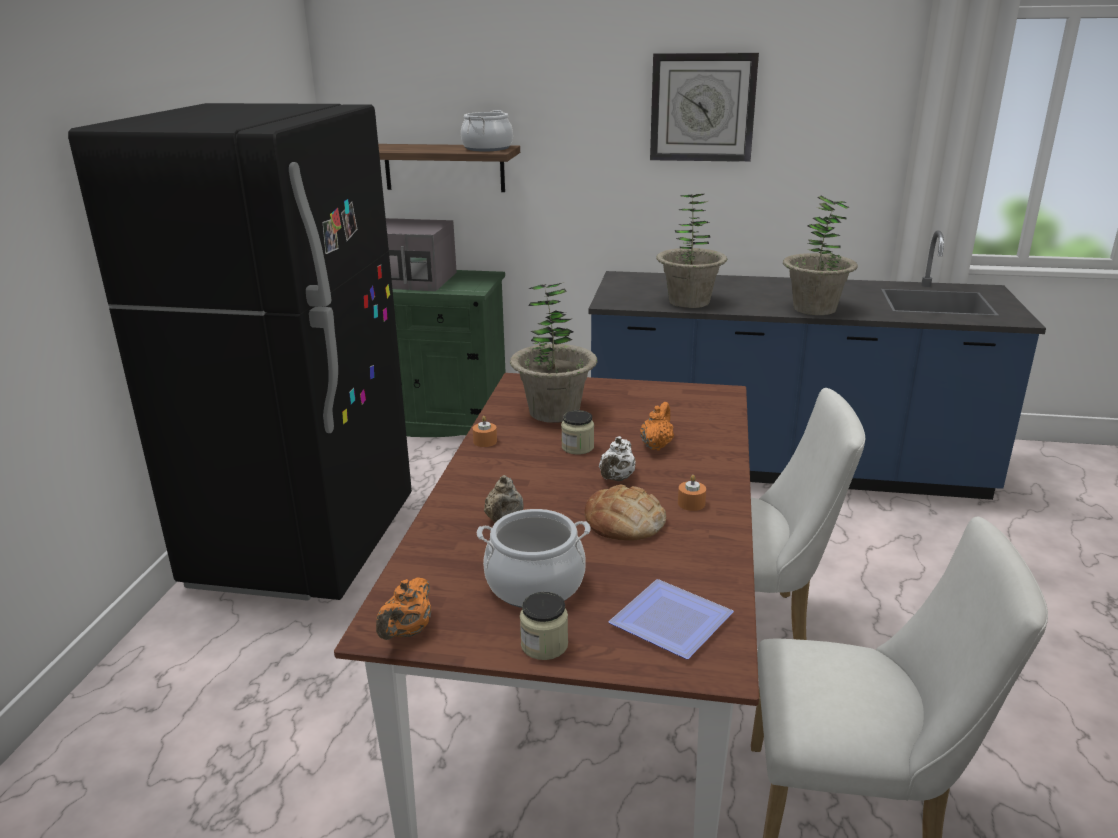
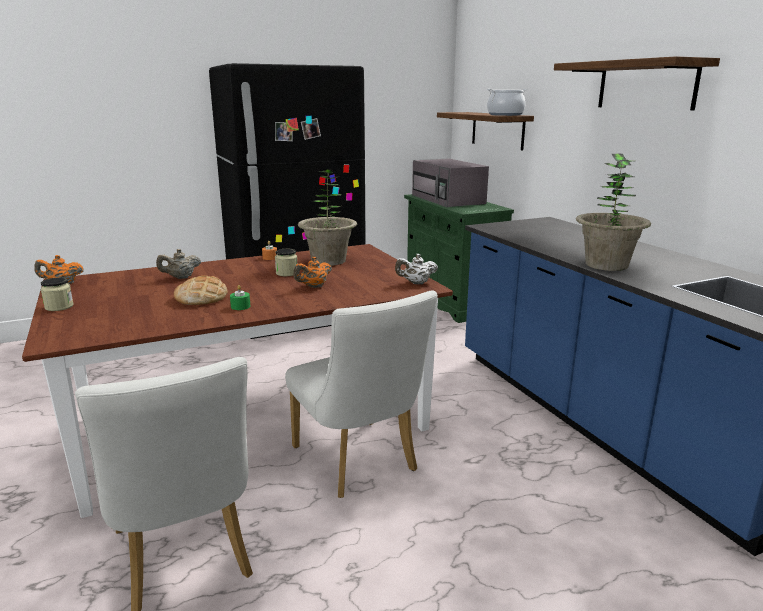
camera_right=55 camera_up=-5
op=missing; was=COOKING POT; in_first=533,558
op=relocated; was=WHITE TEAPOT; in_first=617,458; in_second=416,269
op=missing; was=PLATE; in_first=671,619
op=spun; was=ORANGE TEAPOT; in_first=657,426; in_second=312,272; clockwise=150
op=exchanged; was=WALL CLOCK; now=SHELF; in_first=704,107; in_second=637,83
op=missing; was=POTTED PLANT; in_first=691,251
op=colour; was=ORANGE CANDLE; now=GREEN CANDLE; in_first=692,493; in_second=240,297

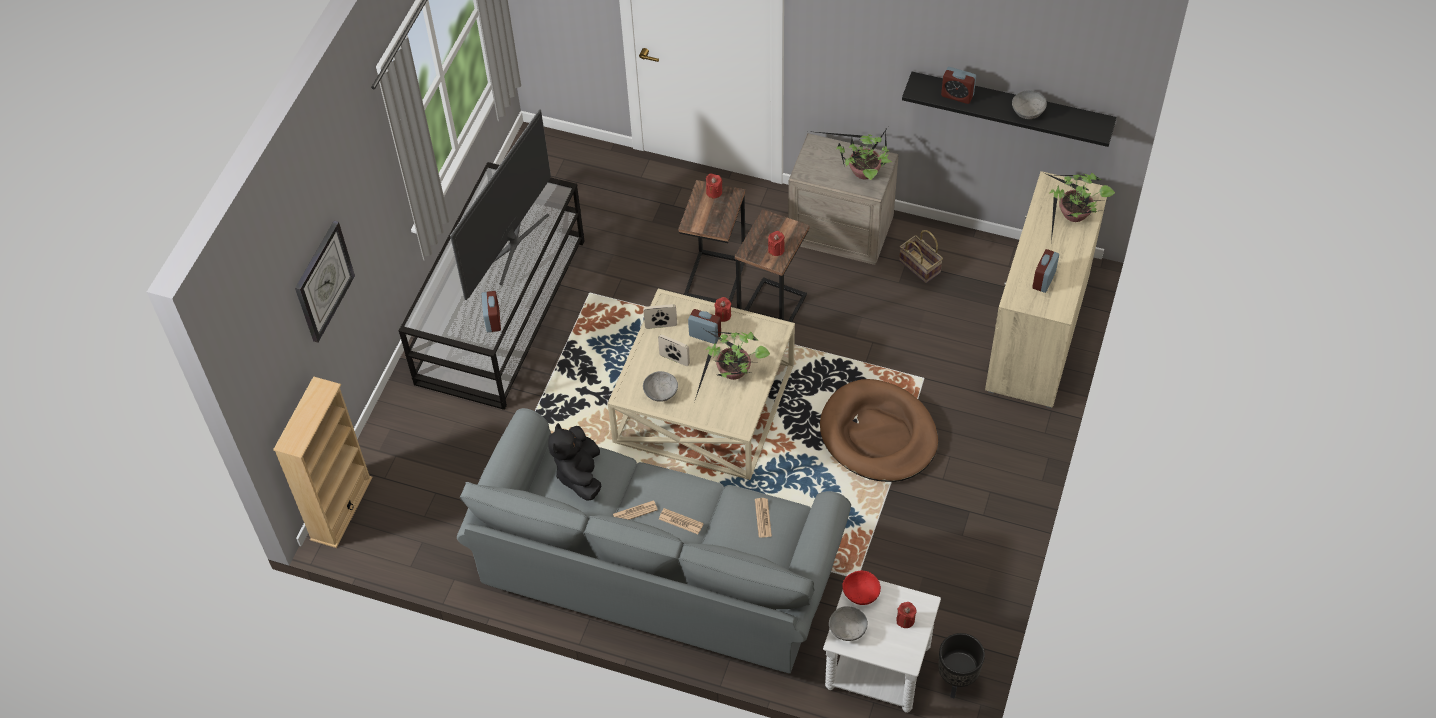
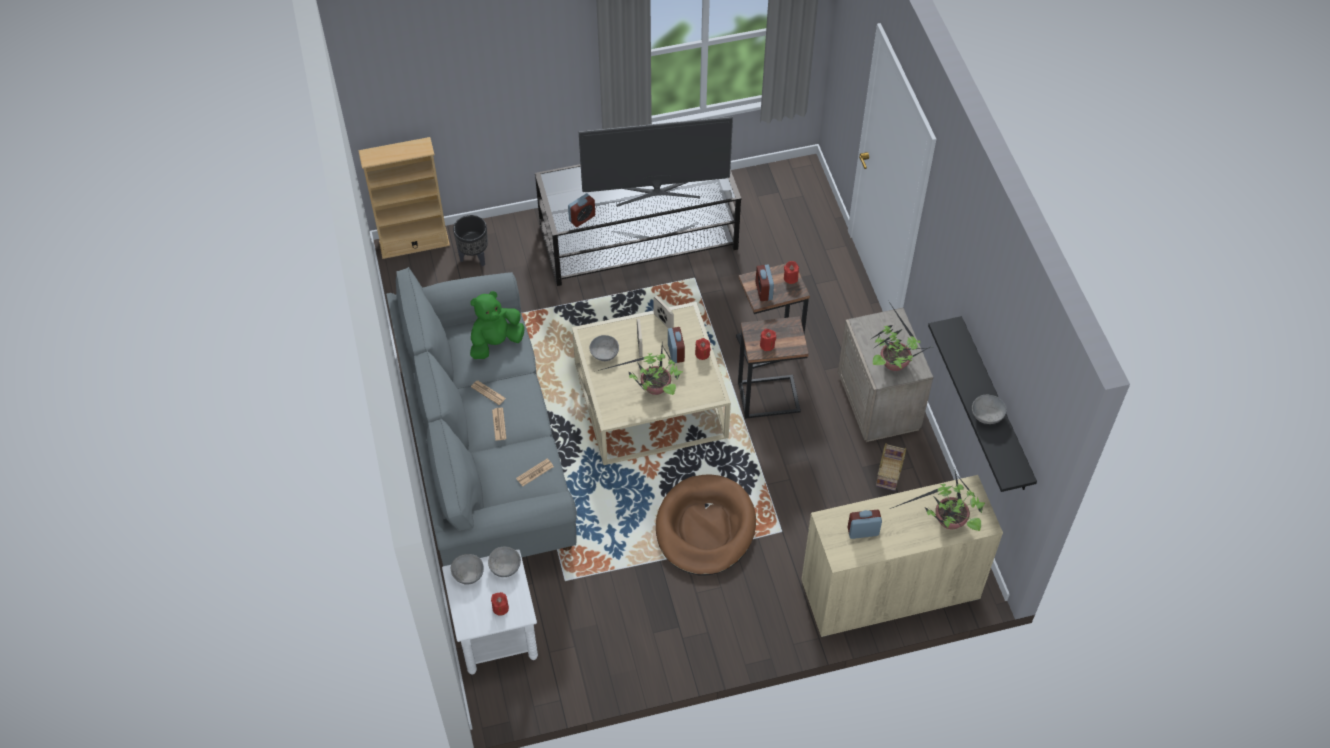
camera_right=55 camera_up=0
op=missing; was=WALL CLOCK; in_first=325,281
op=colour; was=BLACK PLUSH TOY; now=GREEN PLUSH TOY; in_first=574,462; in_second=497,325
op=colour; was=RED BOWL; now=GREY BOWL; in_first=861,588; in_second=504,562
op=relocated; was=BLACK PLANTER; in_first=961,666; in_second=470,240
op=relocated; was=ALARM CLOCK; in_first=958,85; in_second=765,283

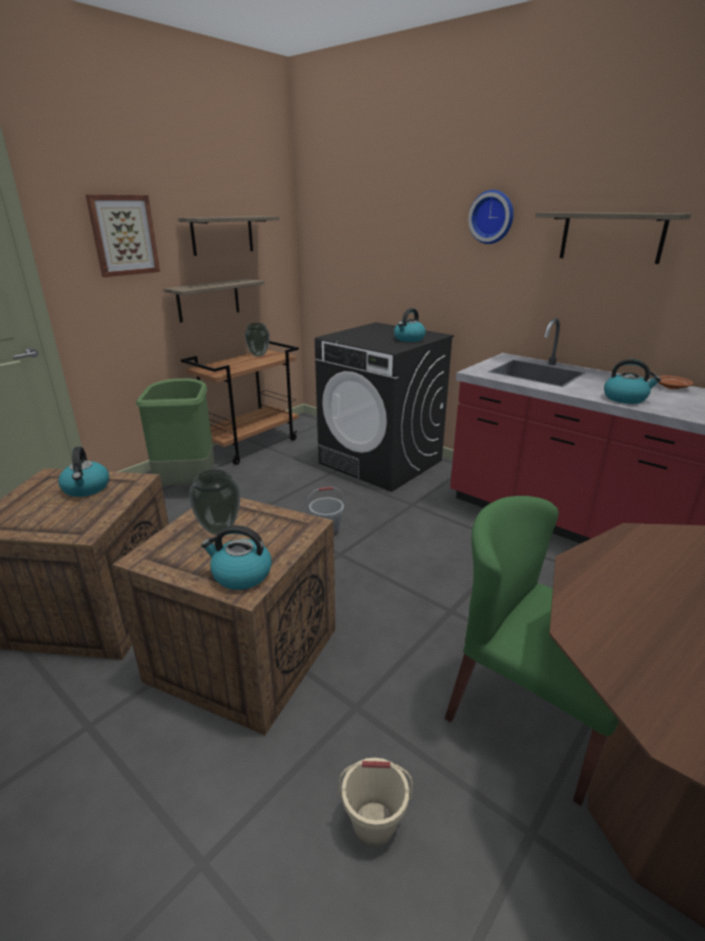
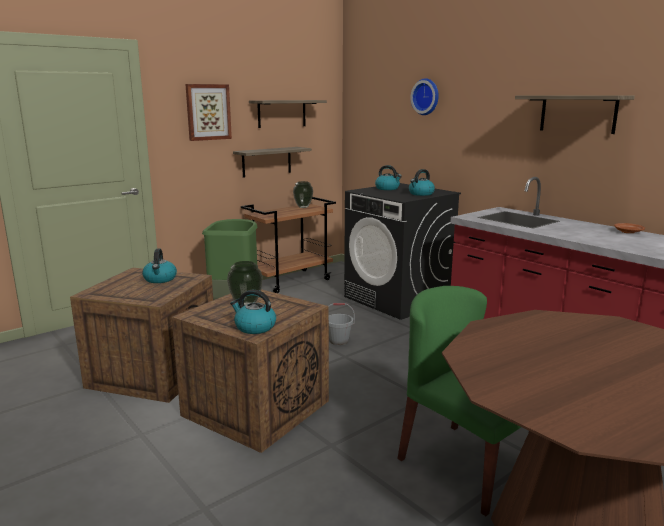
camera_right=10 camera_up=-10
op=missing; was=BEIGE BUCKET; in_first=375,802
op=relocated; was=WALL CLOCK; in_first=491,217; in_second=425,96
op=relocated; was=KETTLE; in_first=632,381; in_second=388,177

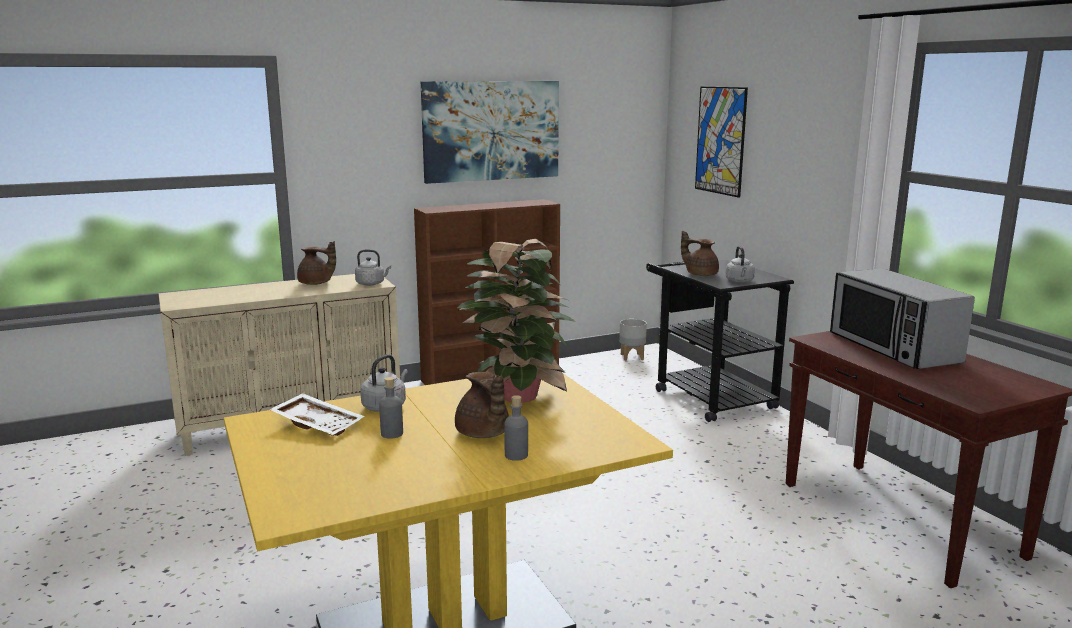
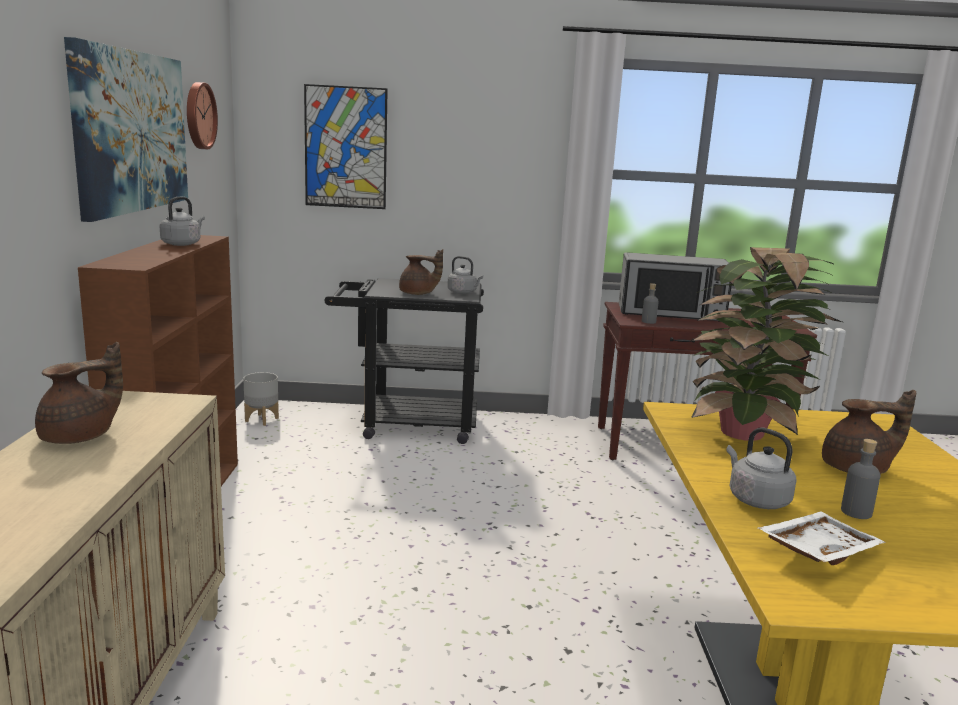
camera_right=-65 camera_up=0
op=relocated; was=GREY KETTLE; in_first=373,268; in_second=182,221
op=relocated; was=GREY BOTTLE; in_first=516,428; in_second=650,303
op=spun; was=BROWN TEAPOT; in_first=700,253; in_second=421,272; clockwise=-135
op=appeared; now=WALL CLOCK; in_second=202,115

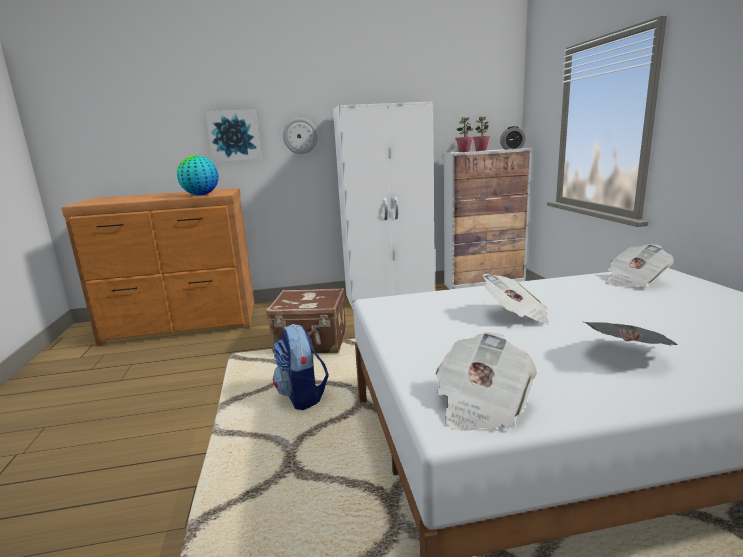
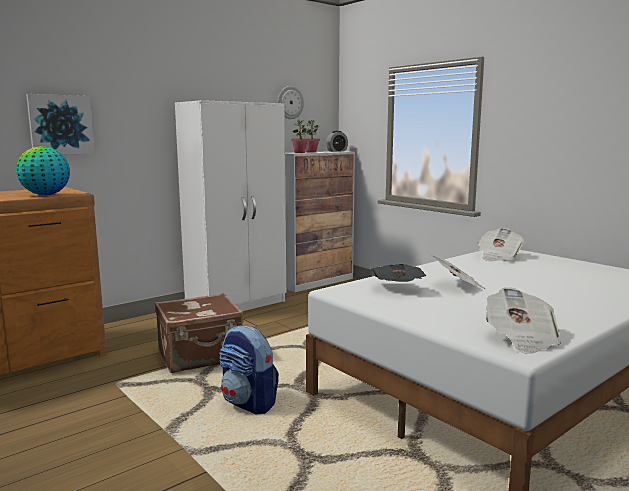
camera_right=-30 camera_up=-5
op=relocated; was=WALL CLOCK; in_first=300,136; in_second=291,102
op=relocated; was=NEWSPAPER; in_first=631,334; in_second=398,273

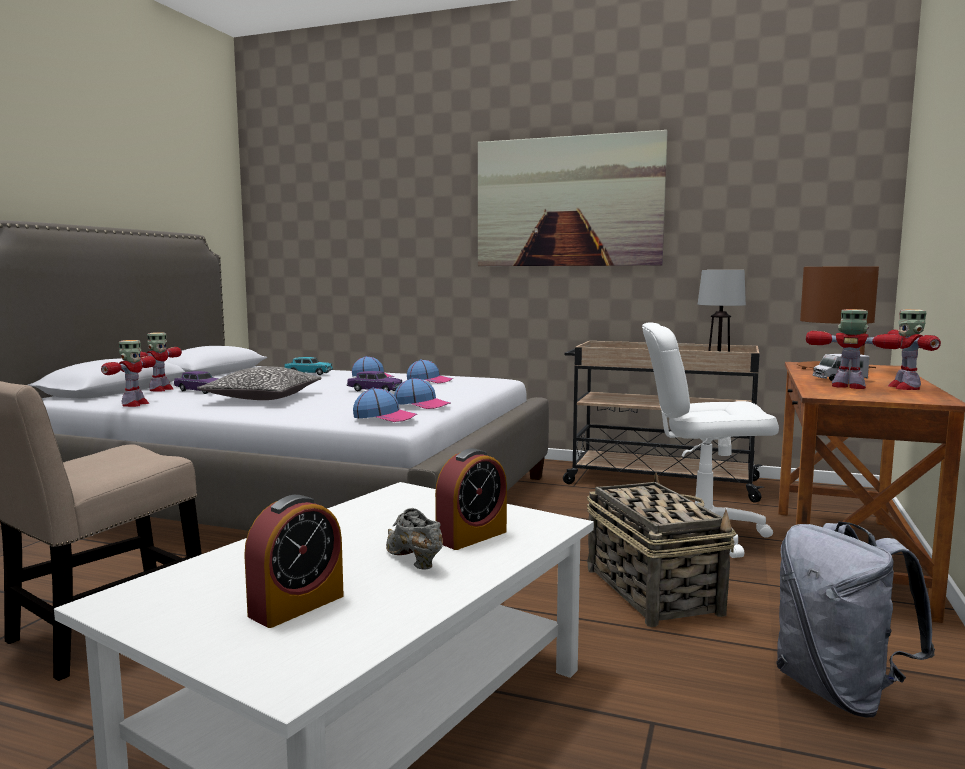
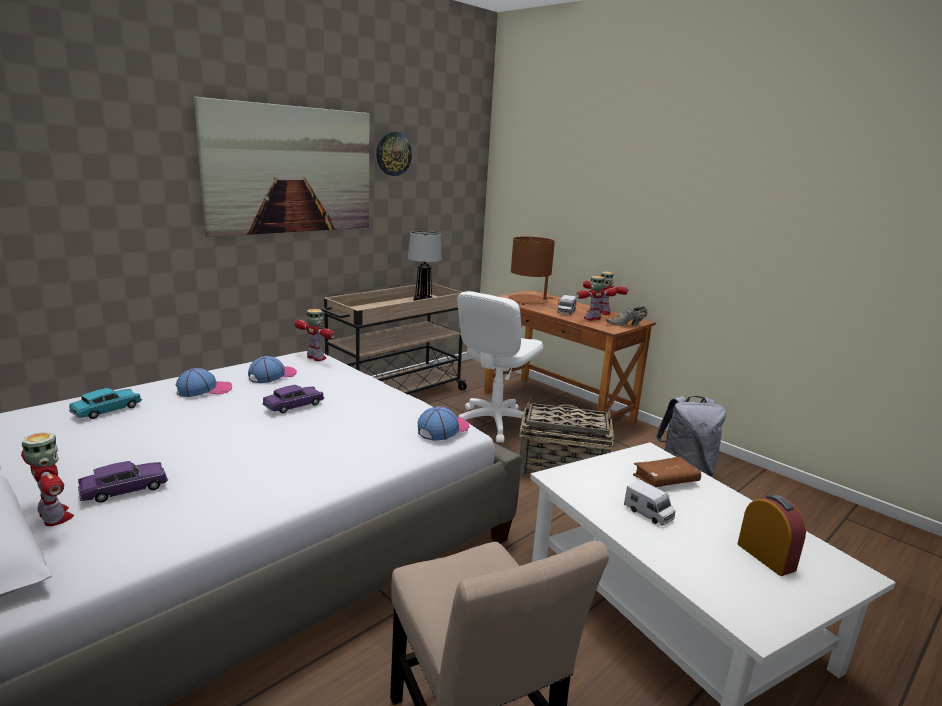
camera_right=-65 camera_up=10
op=relocated; was=TOY ROBOT; in_first=128,373; in_second=315,335
op=missing; was=PILLOW; in_first=259,383
op=relocated; was=GREY SHOE; in_first=414,539; in_second=626,315
op=missing; was=CAP; in_first=422,393
op=exchanged; was=ALARM CLOCK; now=BROWN BOOK; in_first=471,499; in_second=667,471
op=appeared; now=WALL CLOCK; in_second=394,154
op=appeared; now=TOY TRUCK; in_second=650,502

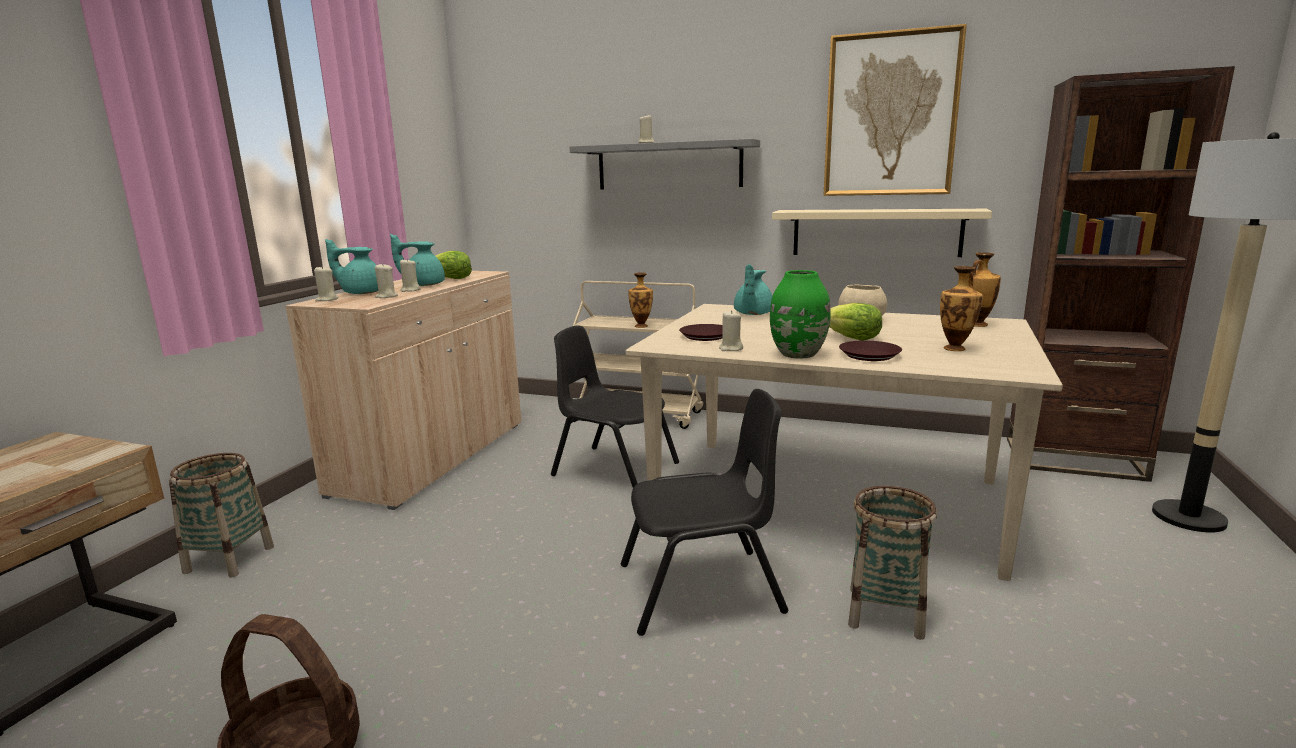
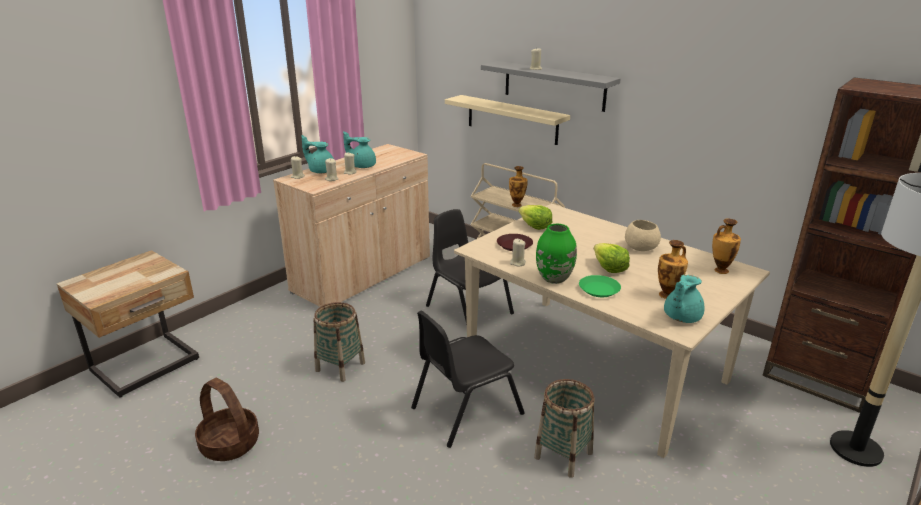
camera_right=20 camera_up=10
op=relocated; was=BASKET; in_first=221,515; in_second=339,342
op=relocated; was=LETTUCE; in_first=453,265; in_second=535,217
op=spun; was=BLACK CHAIR; in_first=704,512; in_second=468,379; clockwise=135
op=relocated; was=TURQUOISE TEAPOT; in_first=753,289; in_second=684,299
op=relocated; was=BEIGE SHELF; in_first=882,233; in_second=507,120
op=missing; was=PICTURE; in_first=895,110
op=colour; was=BROWN PLATE; now=GREEN PLATE; in_first=870,351; in_second=600,286

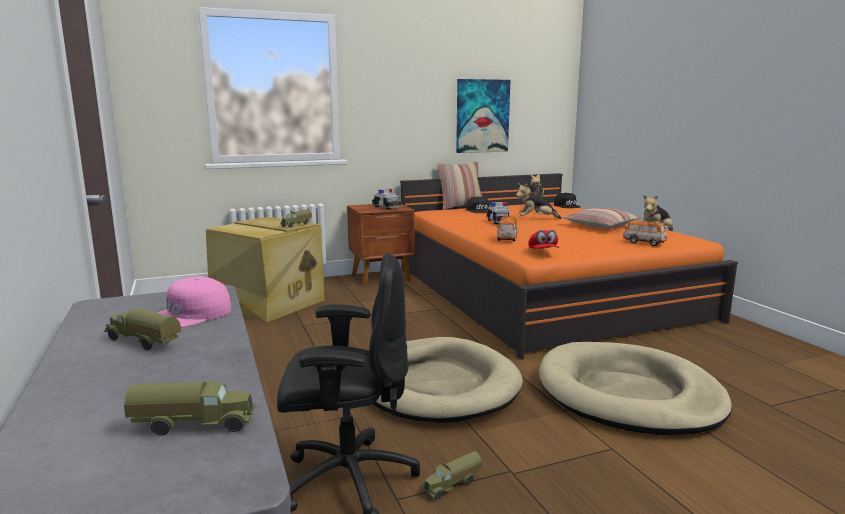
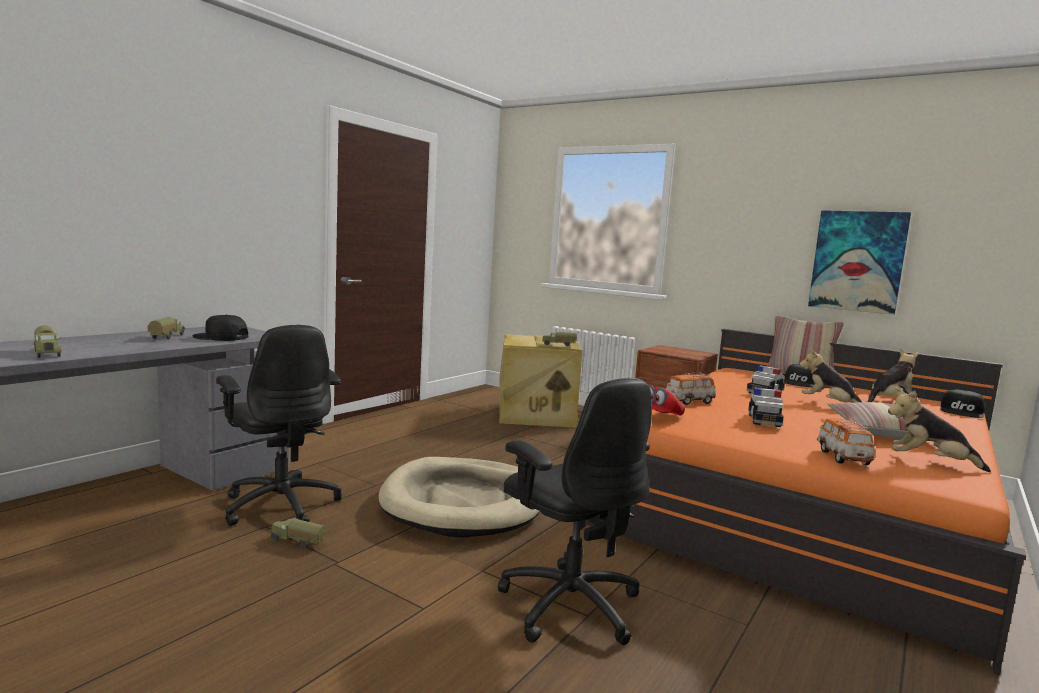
camera_right=55 camera_up=-5
op=colour; was=PINK CAP; now=BLACK CAP; in_first=194,302; in_second=220,328
op=relocated; was=TOY CAR; in_first=387,199; in_second=766,407
op=exchanged; was=BEIGE DOG BED; now=BLACK OFFICE CHAIR; in_first=635,388; in_second=574,511

